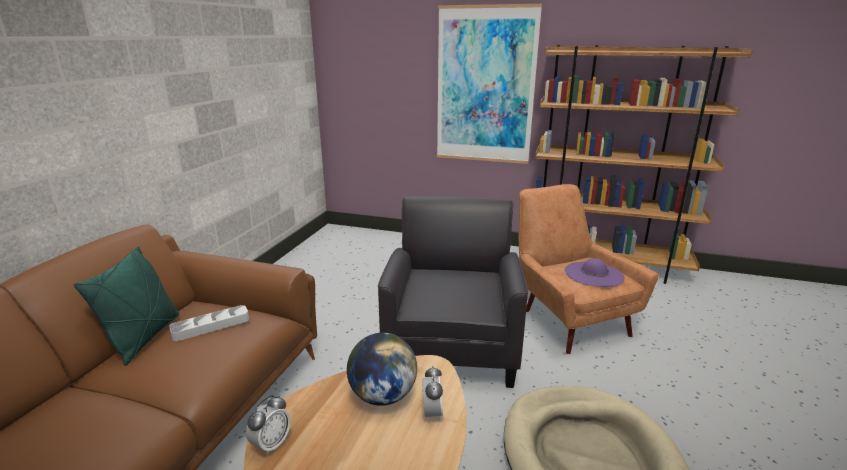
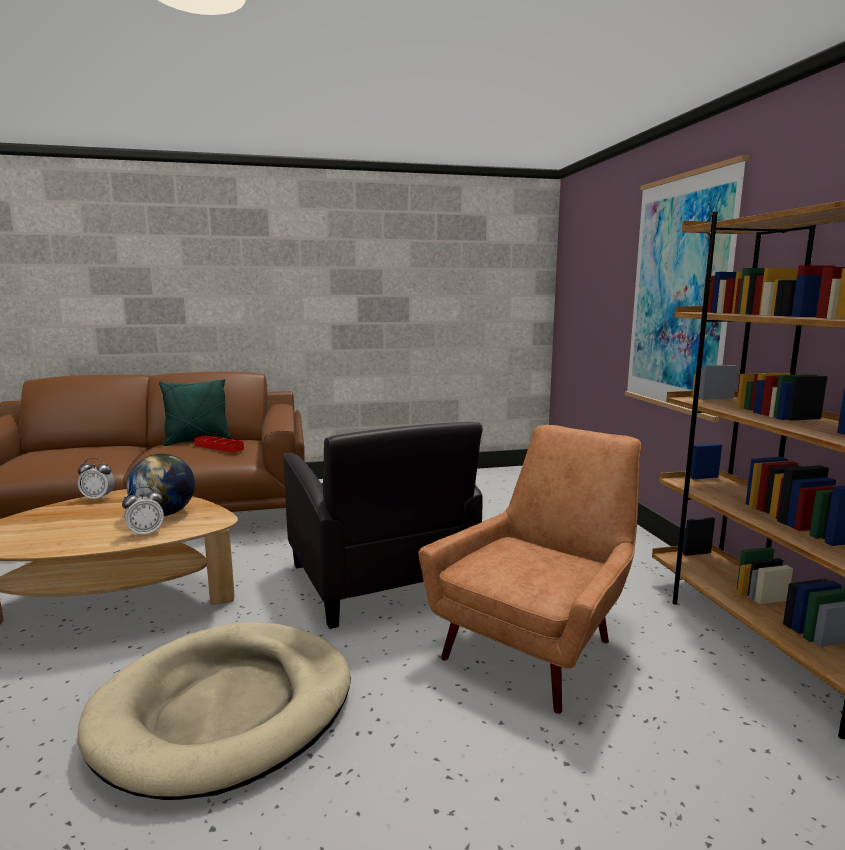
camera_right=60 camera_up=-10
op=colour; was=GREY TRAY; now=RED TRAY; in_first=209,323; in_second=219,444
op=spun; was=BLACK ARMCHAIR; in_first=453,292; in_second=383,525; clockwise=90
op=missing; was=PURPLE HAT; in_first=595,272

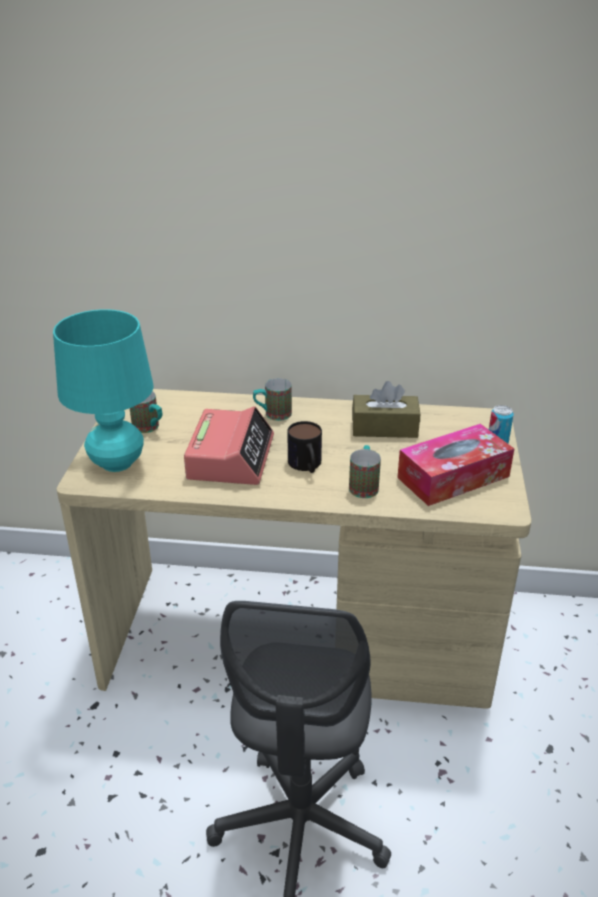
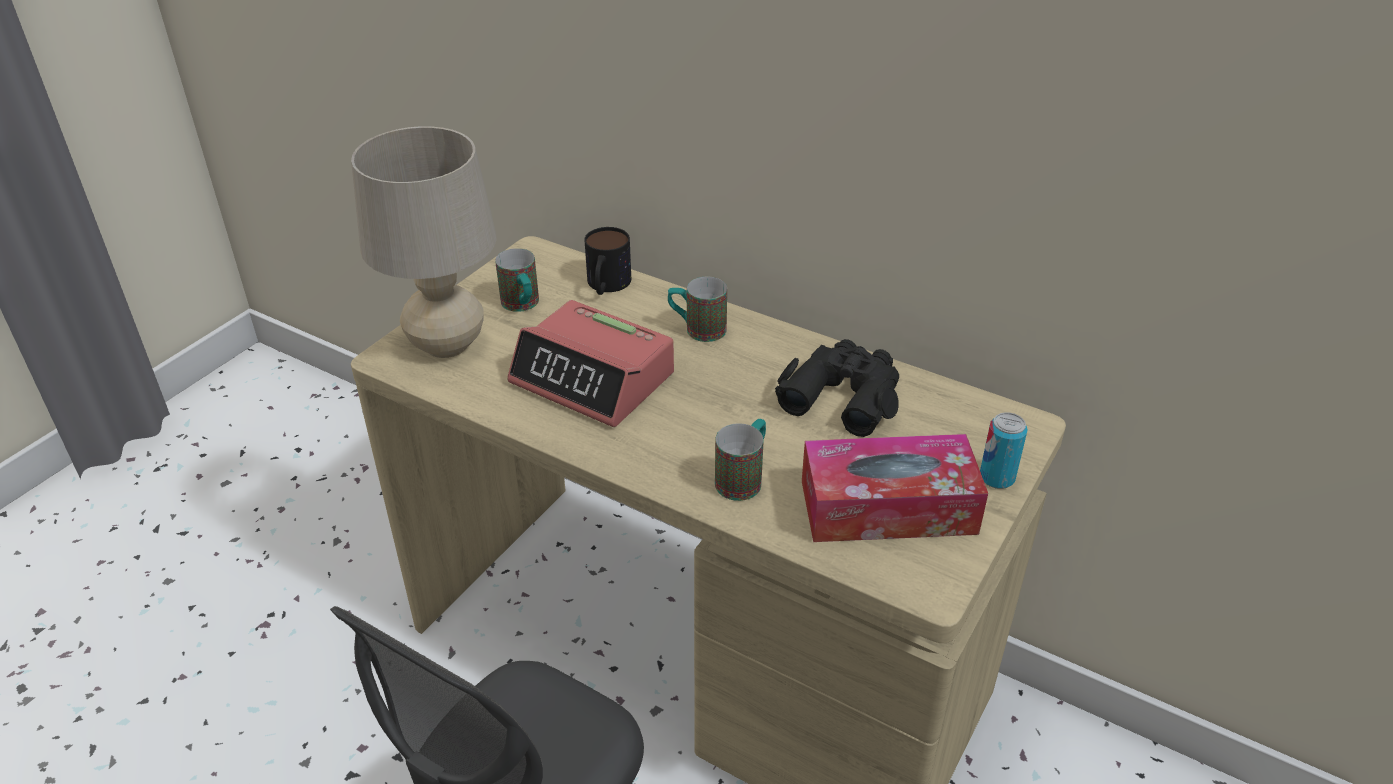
camera_right=25 camera_up=5
op=colour; was=TURQUOISE TABLE LAMP; now=BEIGE TABLE LAMP; in_first=103,390; in_second=424,242
op=spun; was=ALARM CLOCK; in_first=229,445; in_second=590,363; clockwise=90
op=relocated; was=MUG; in_first=305,447; in_second=607,261
op=exchanged; was=BROWN TISSUE BOX; now=BLACK BINOCULARS; in_first=386,409; in_second=837,388

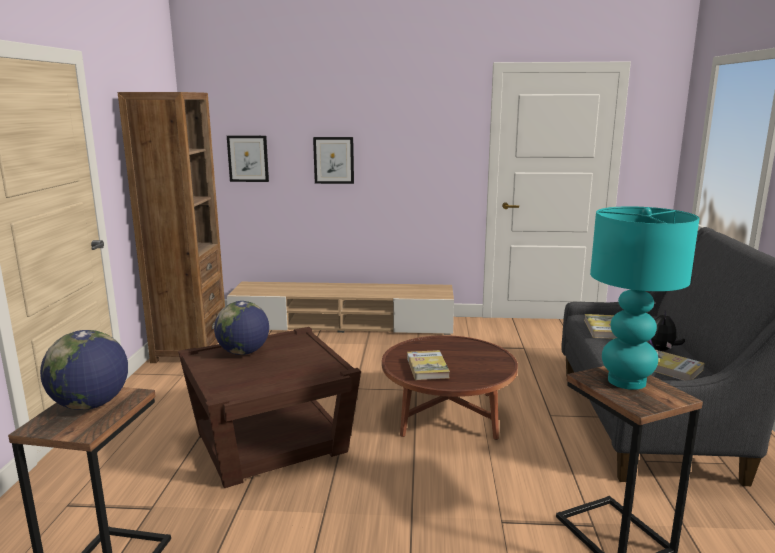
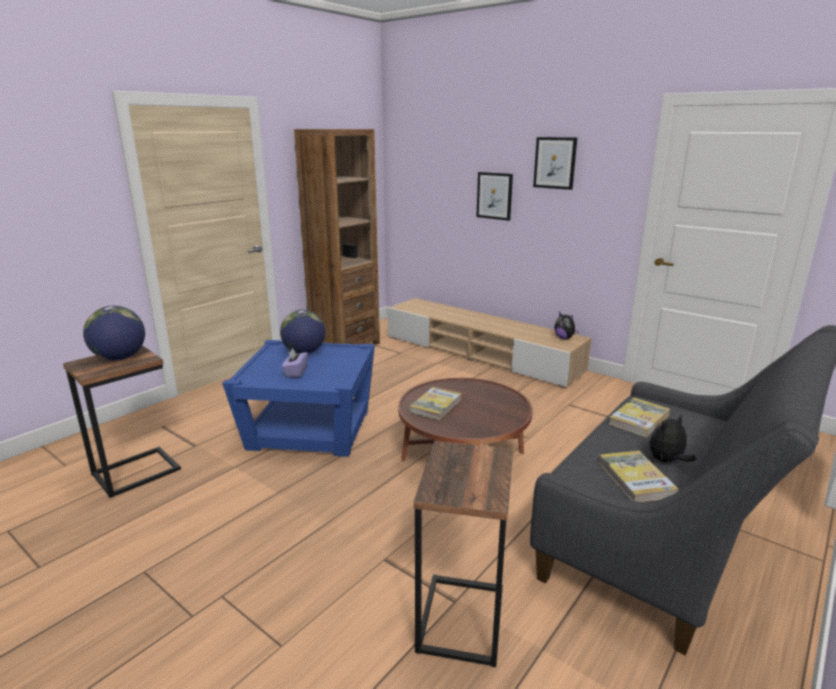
camera_right=35 camera_up=5
op=colour; was=BROWN SIDE TABLE; now=BLUE SIDE TABLE; in_first=269,407; in_second=298,398
op=relocated; was=PICTURE; in_first=248,159; in_second=555,163
op=missing; was=TURQUOISE TABLE LAMP; in_first=644,298
op=appeared; now=PURPLE TISSUE BOX; in_second=295,363
op=appeared; now=PLUSH TOY; in_second=566,325

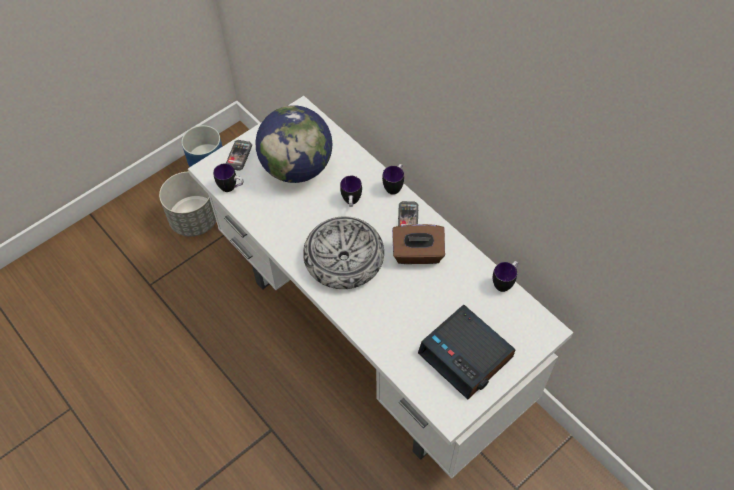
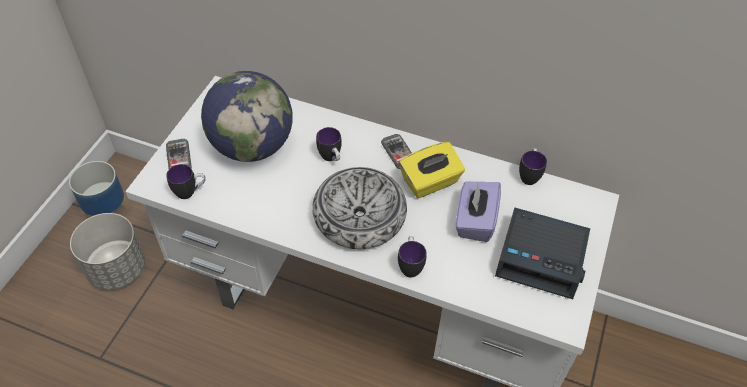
camera_right=-30 camera_up=-5
op=relocated; was=MUG; in_first=393,179; in_second=412,256
op=colour; was=BROWN TISSUE BOX; now=YELLOW TISSUE BOX; in_first=418,244; in_second=432,170
op=appeared; now=PURPLE TISSUE BOX; in_second=478,212

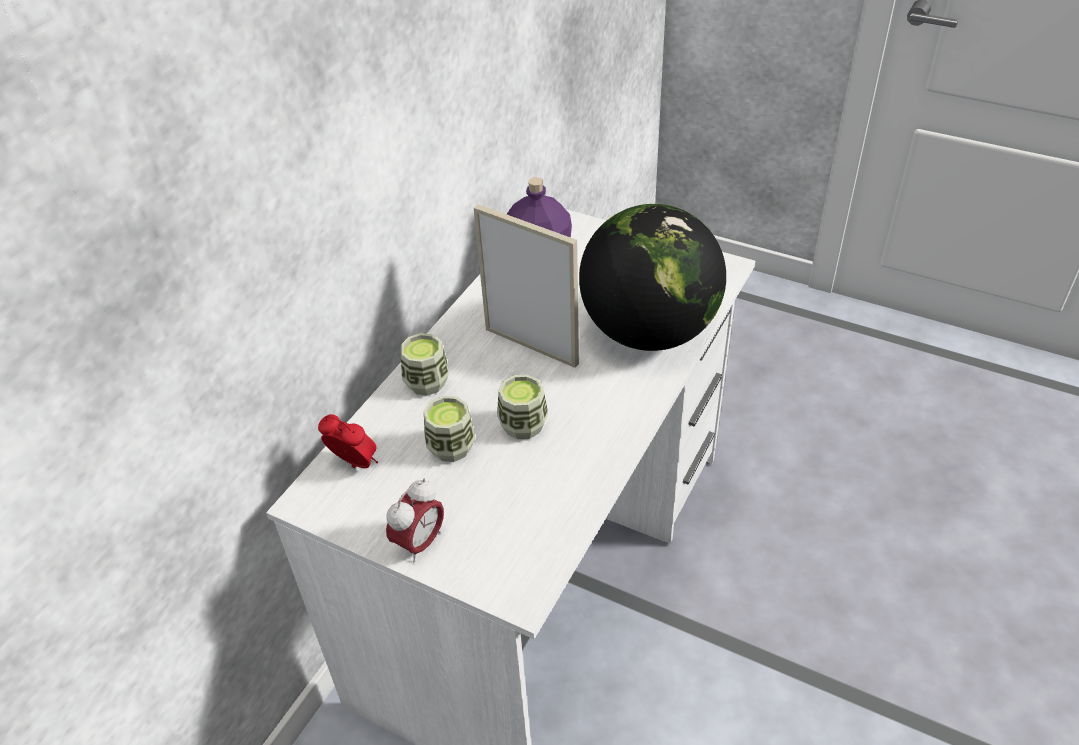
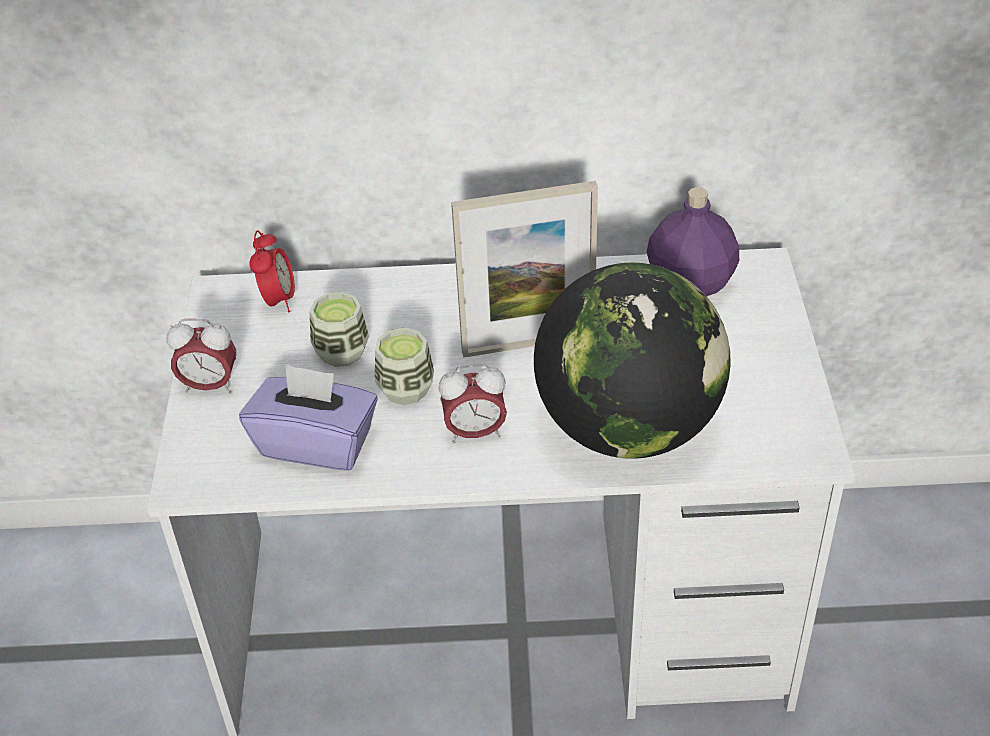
camera_right=60 camera_up=0
op=missing; was=CUP; in_first=425,364
op=spun; was=PICTURE FRAME; in_first=526,286; in_second=524,269; clockwise=75
op=appeared; now=PURPLE TISSUE BOX; in_second=308,417
op=appeared; now=ALARM CLOCK; in_second=473,404

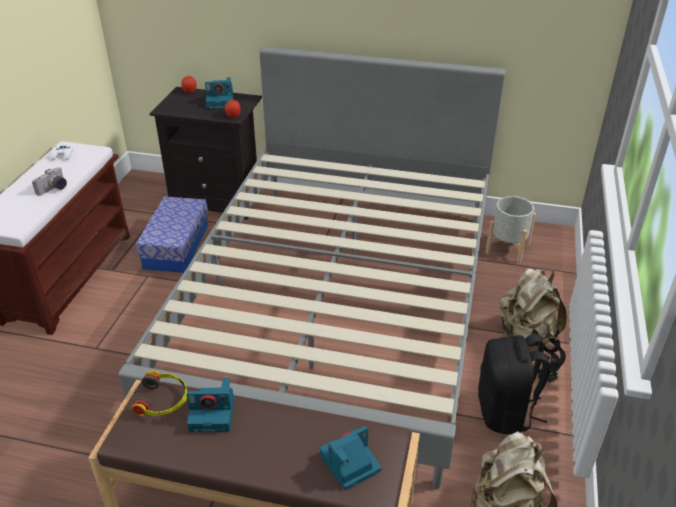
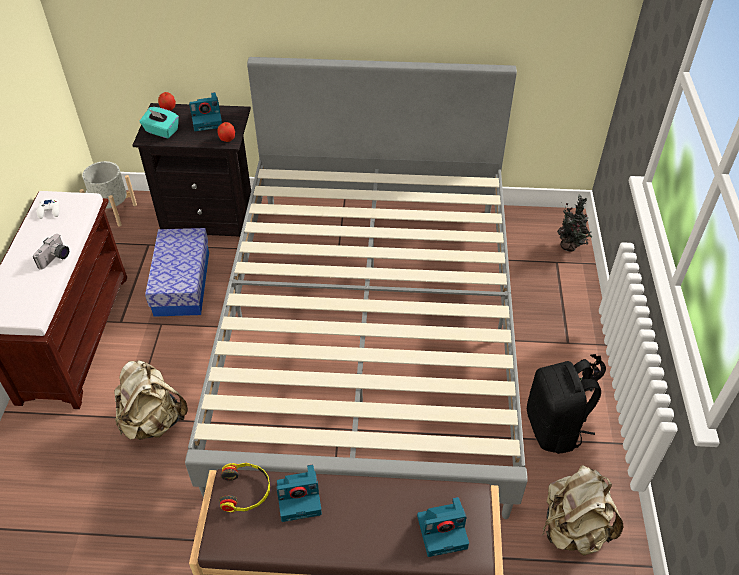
camera_right=-10 camera_up=10
op=spun; was=PHOTO CAMERA; in_first=350,458; in_second=443,527; clockwise=-150
op=relocated; was=GREY PLANTER; in_first=511,229; in_second=108,194
op=relocated; was=BEIGE BACKPACK; in_first=533,307; in_second=151,400
op=appeared; now=TURQUOISE TISSUE BOX; in_second=159,122
op=appeared; now=POTTED PLANT; in_second=575,222

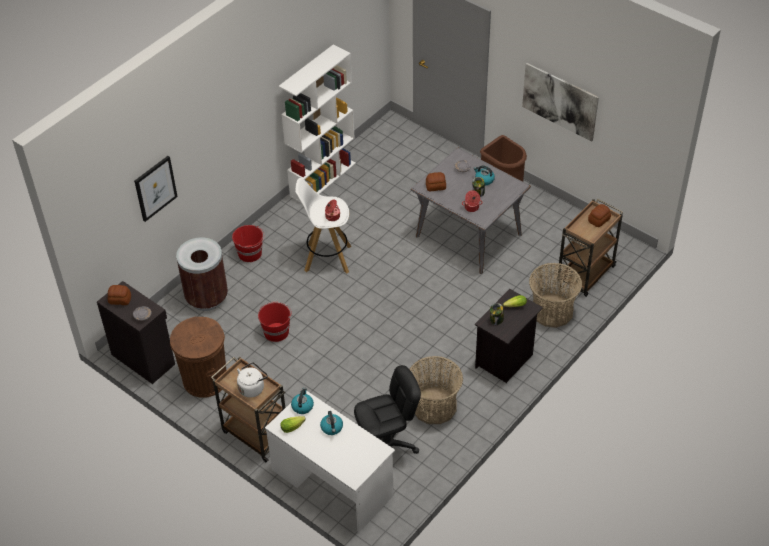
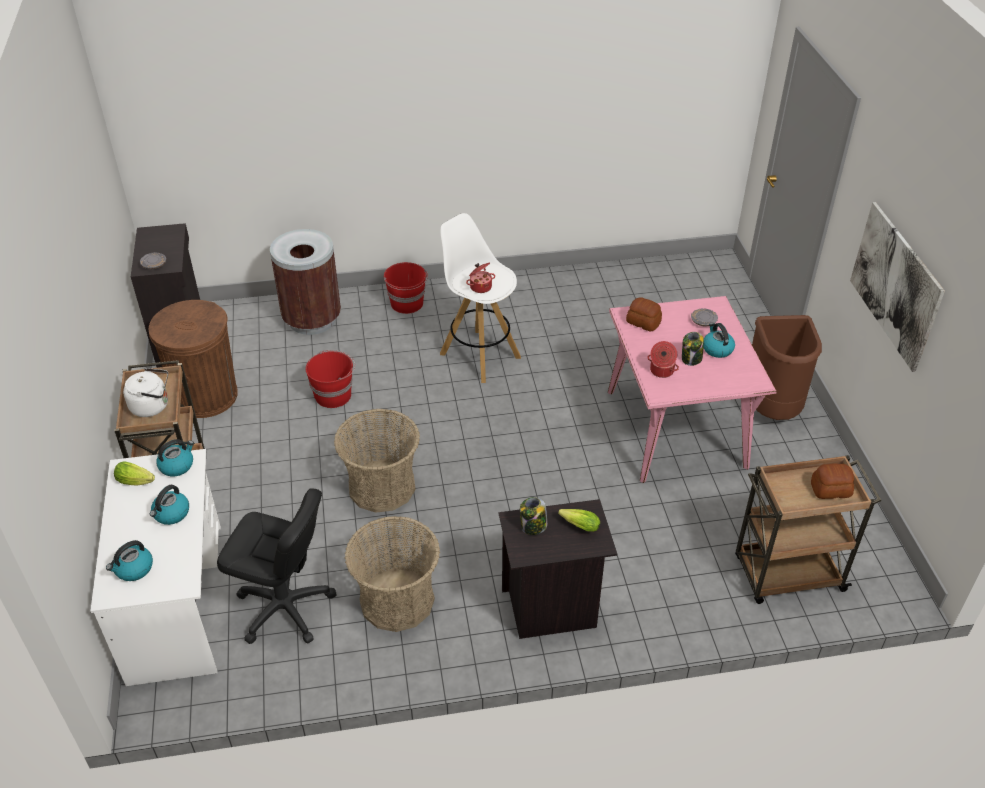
camera_right=40 camera_up=-5
op=missing; was=BREAD; in_first=119,295
op=missing; was=PICTURE; in_first=156,189
op=missing; was=WHITE BOOKCASE; in_first=317,123
op=colour; was=GREY DINING TABLE; now=PINK DINING TABLE; in_first=471,210; in_second=692,389
op=relocated; was=BASKET; in_first=555,295; in_second=377,460
op=appeared; now=KETTLE; in_second=129,560

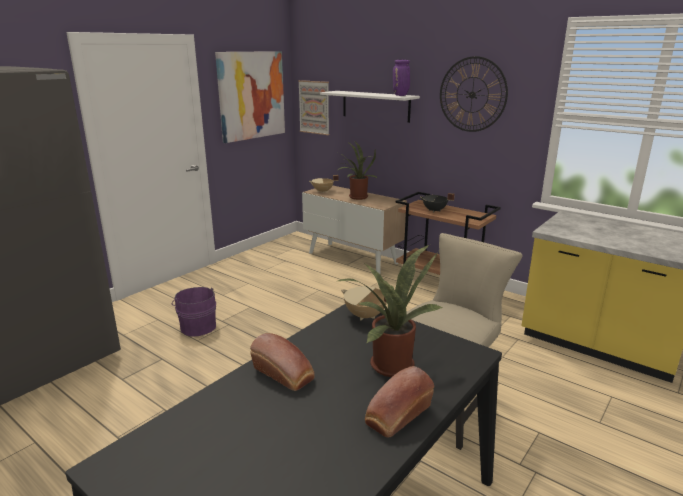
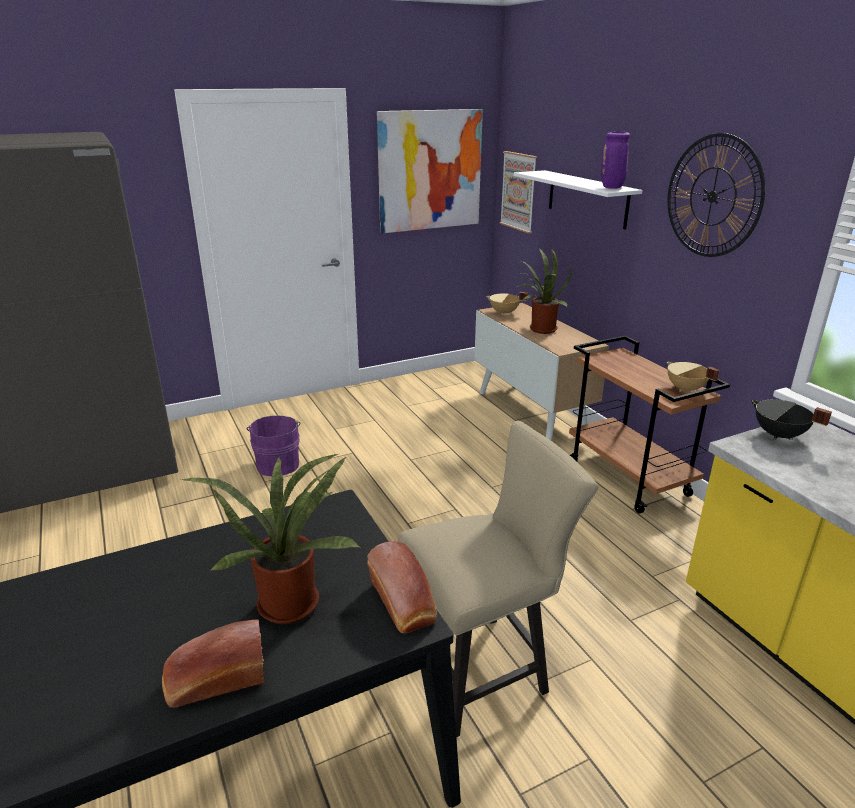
camera_right=25 camera_up=5
op=relocated; was=BREAD; in_first=282,362; in_second=402,587
op=relocated; was=BEIGE COOKING POT; in_first=364,303; in_second=693,377
op=relocated; was=BLACK COOKING POT; in_first=437,202; in_second=791,420

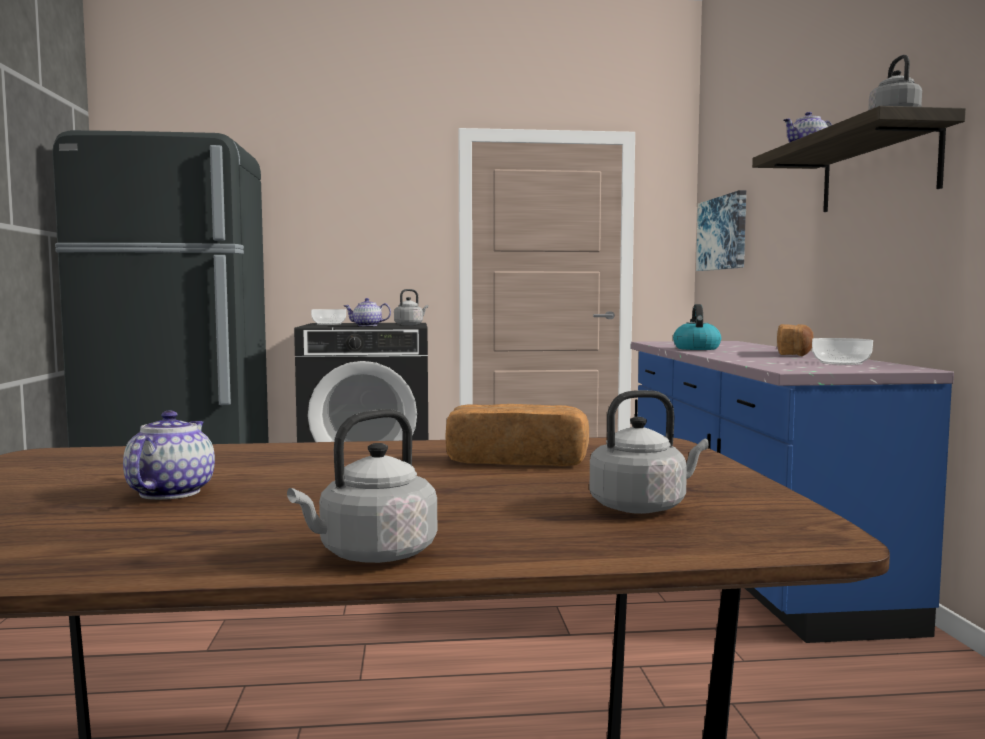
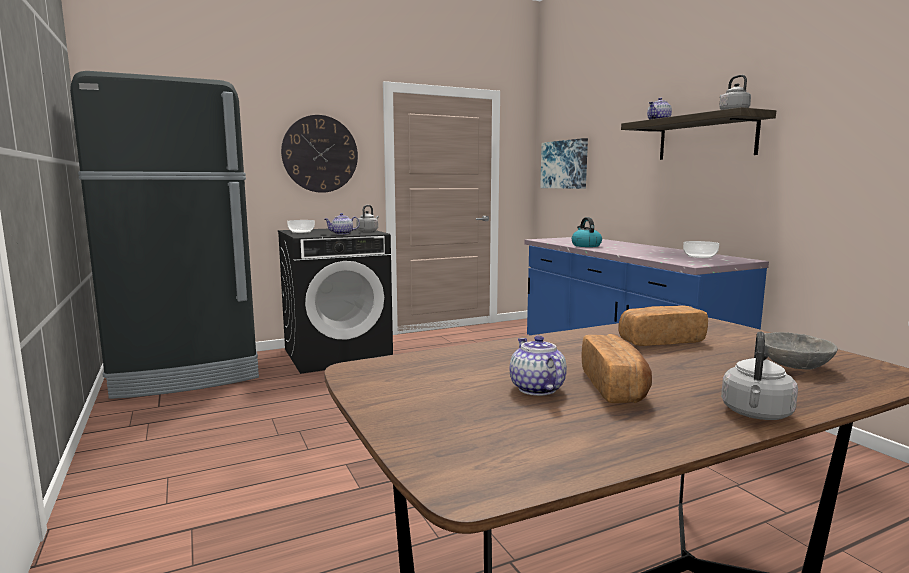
camera_right=-20 camera_up=5
op=exchanged; was=GREY KETTLE; now=GREY BOWL; in_first=649,452; in_second=801,351
op=relocated; was=BREAD; in_first=795,340; in_second=617,368
op=appeared; now=WALL CLOCK; in_second=319,154

